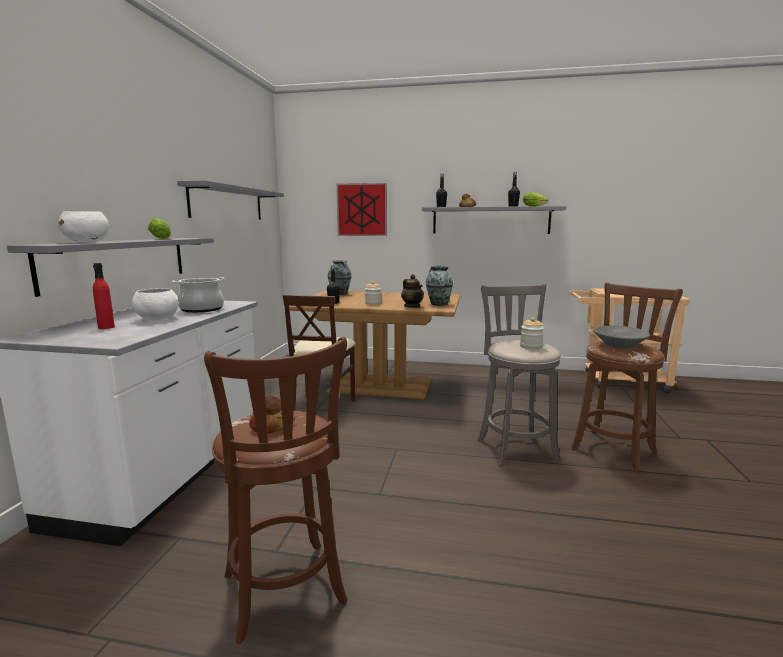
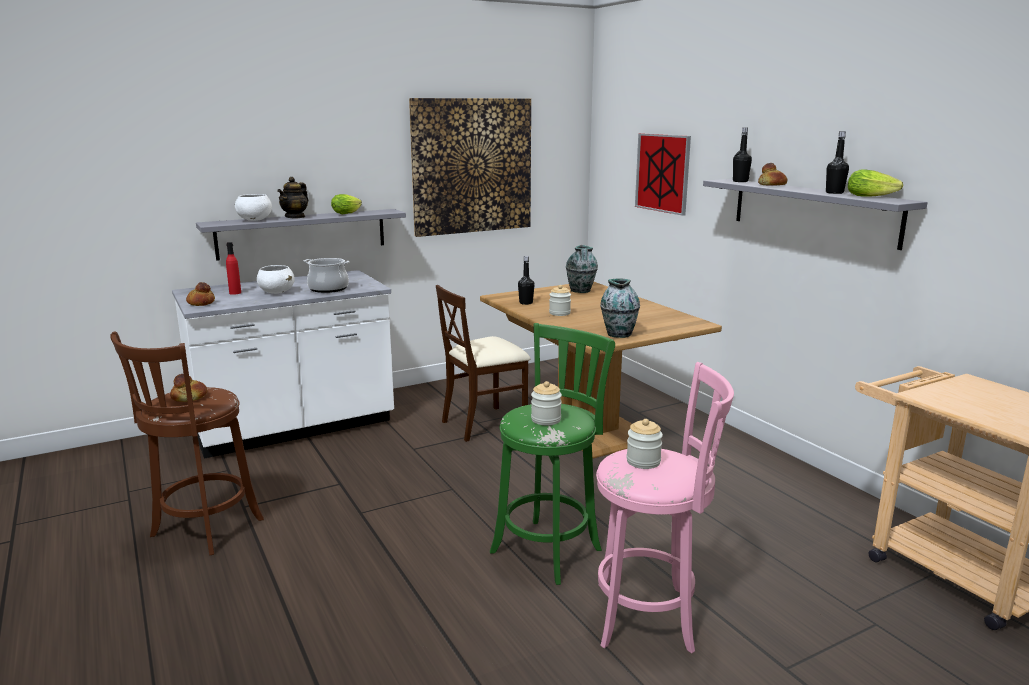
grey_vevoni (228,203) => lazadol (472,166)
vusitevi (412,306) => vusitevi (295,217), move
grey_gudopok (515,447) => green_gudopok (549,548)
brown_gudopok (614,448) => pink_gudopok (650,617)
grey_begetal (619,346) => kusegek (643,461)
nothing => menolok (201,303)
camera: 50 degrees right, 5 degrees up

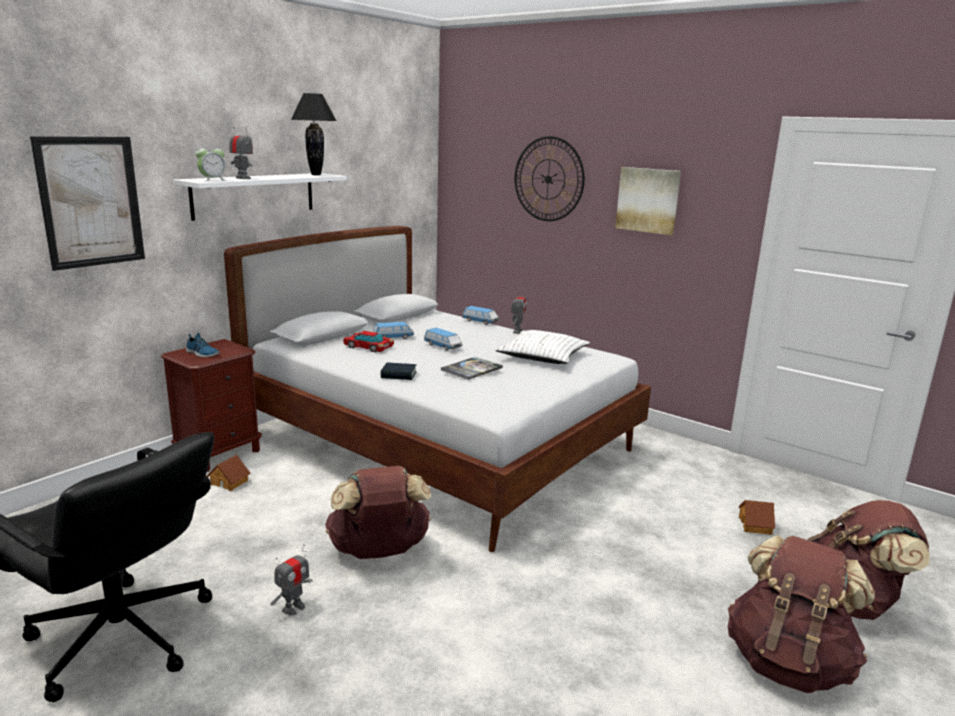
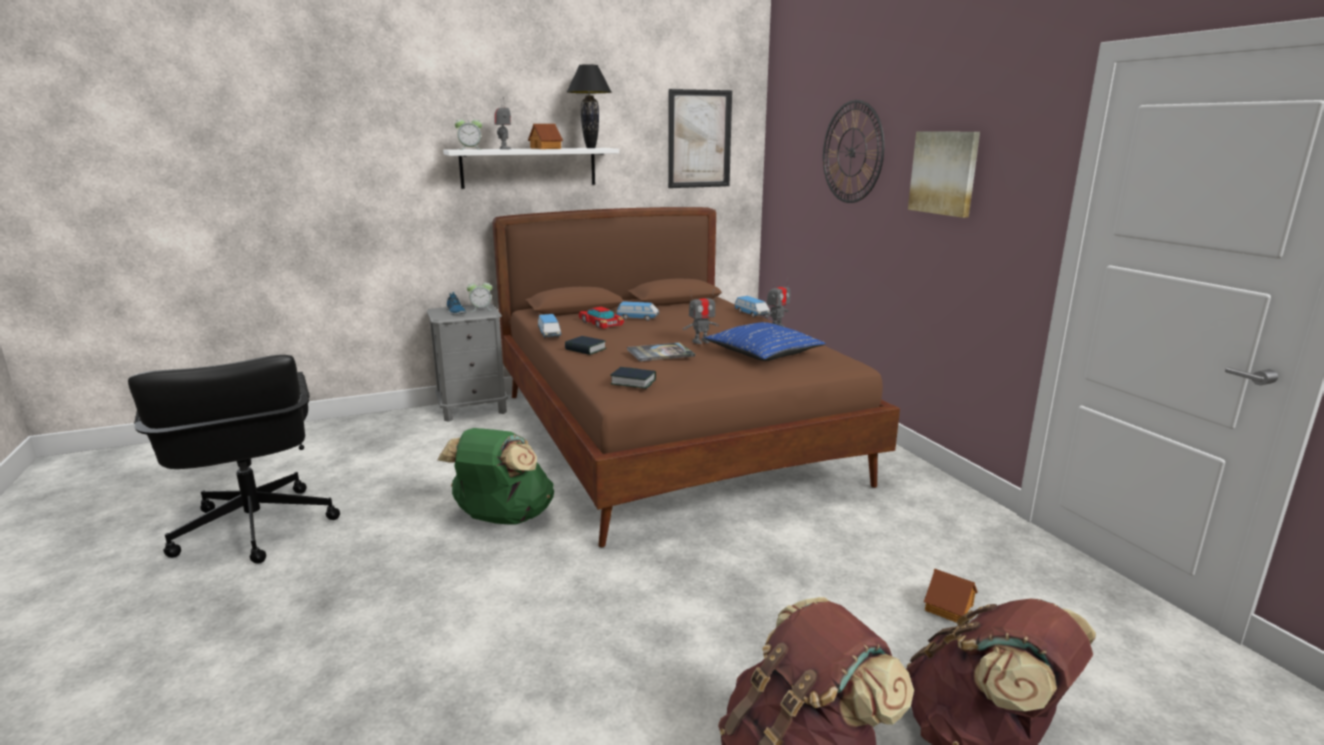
lazadol (91,202) => lazadol (699,139), move
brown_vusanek (220,453) => grey_vusanek (473,409)
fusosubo (230,482) => fusosubo (546,148), move
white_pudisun (439,443) => brown_pudisun (669,437)
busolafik (293,608) => busolafik (701,341), move
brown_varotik (379,552) => green_varotik (502,519)
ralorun (443,346) => ralorun (549,334), move
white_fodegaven (542,356) => blue_fodegaven (763,353)
nothing => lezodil (481,309)
nothing => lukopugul (633,382)
camera: 30 degrees right, 0 degrees up

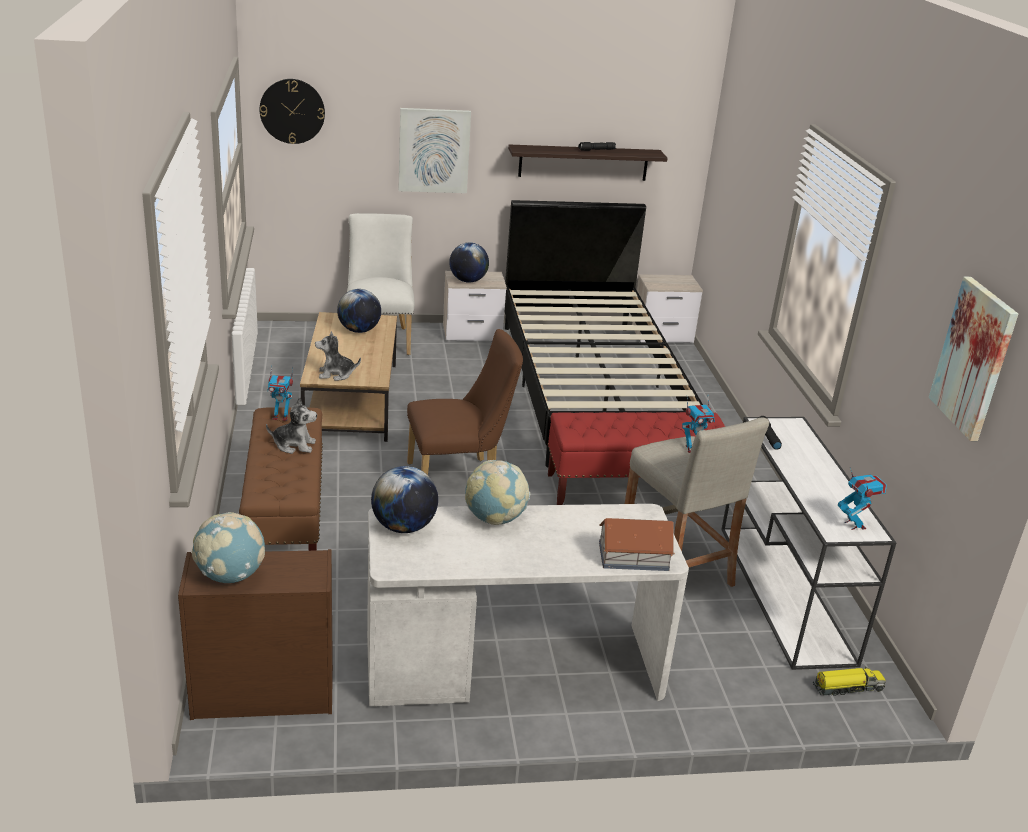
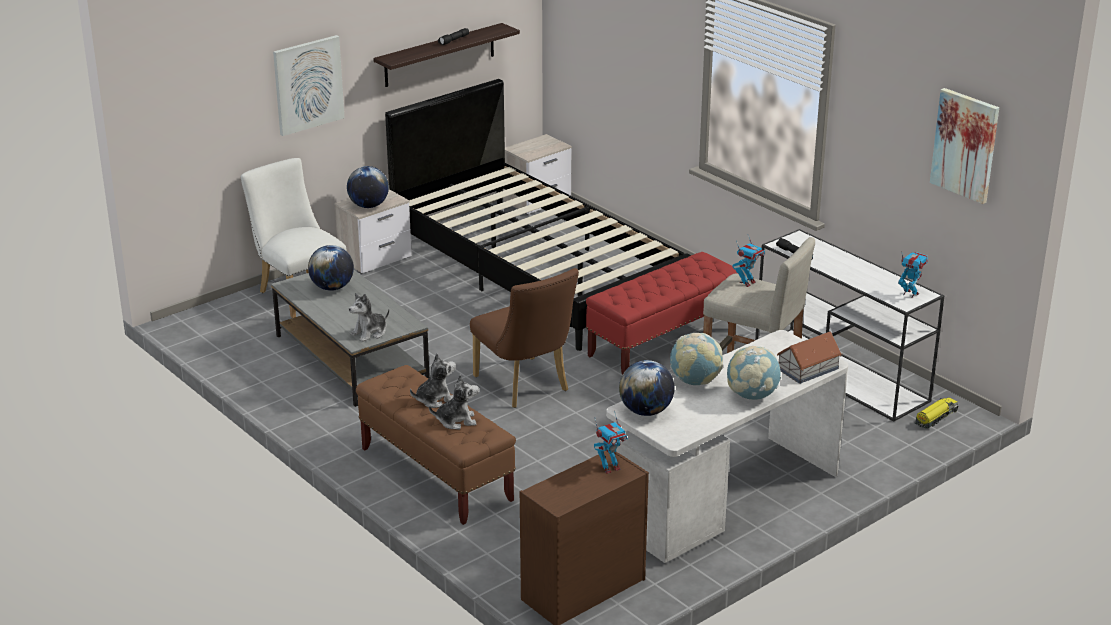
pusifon (231,576) => pusifon (752,395), move
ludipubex (292,111) => nothing
busolafik (281,417) => busolafik (610,468), move
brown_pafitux (352,399) => grey_pafitux (351,357)
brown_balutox (460,478) => brown_balutox (525,386), 105 degrees clockwise
nothing => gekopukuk (456,421)
camera: 30 degrees left, 0 degrees up

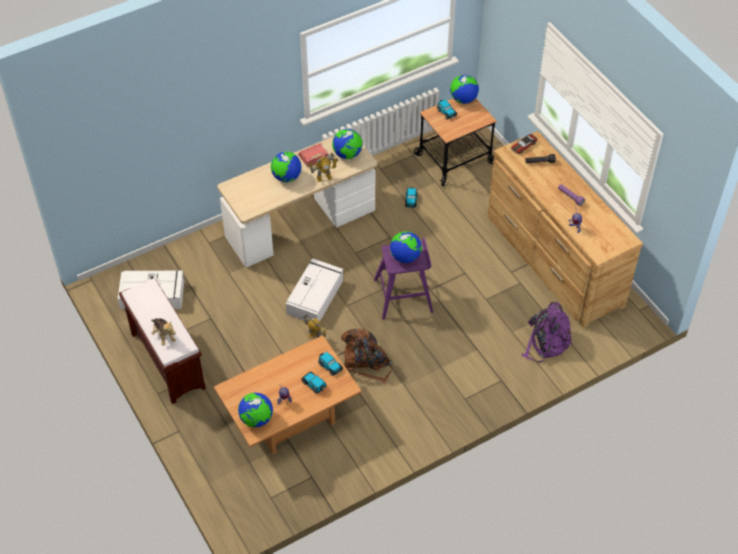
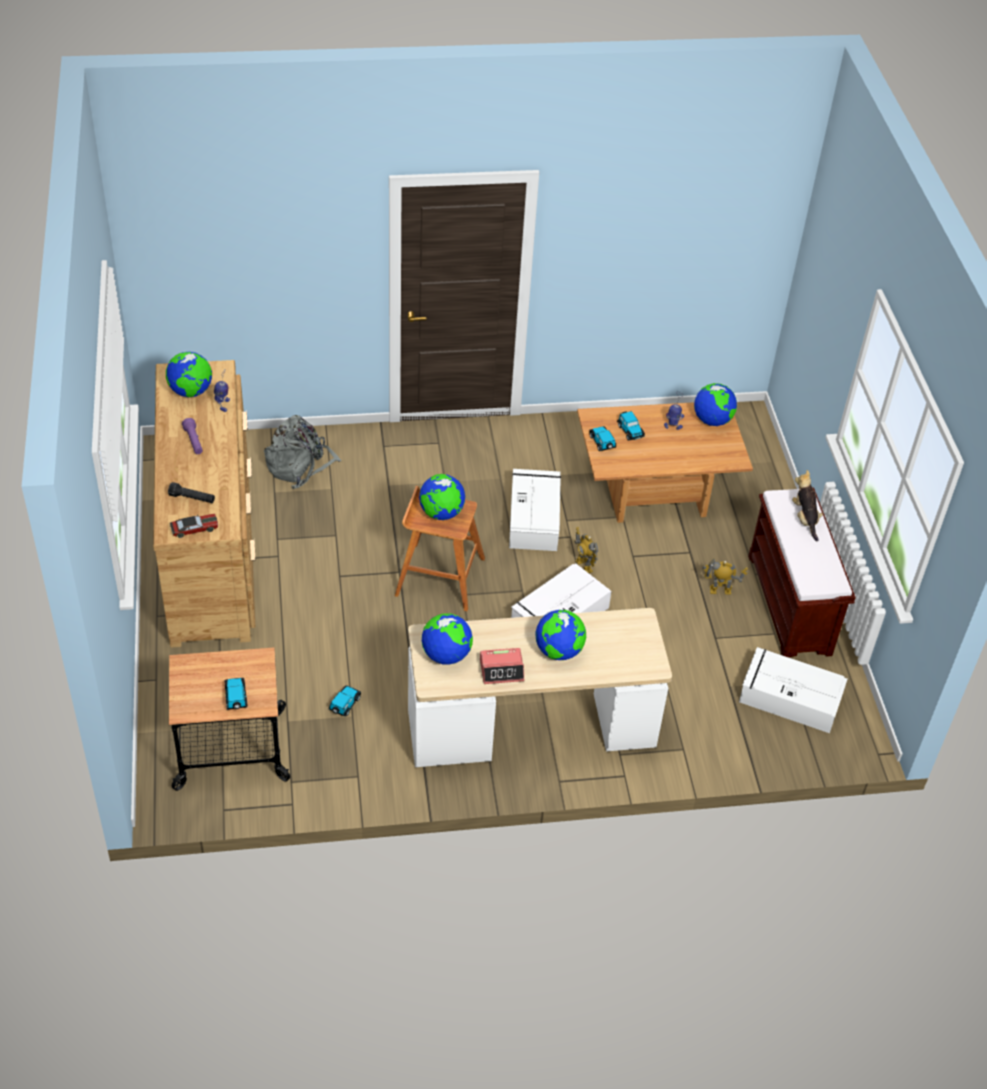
busolafik (324,178) => busolafik (720,590), move
brown_varotik (365,362) => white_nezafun (534,517)
purple_gudopok (404,295) => brown_gudopok (439,576)
pusifon (463,99) => pusifon (191,391), move
purple_varotik (546,342) => grey_varotik (300,465)
camera: 160 degrees left, 5 degrees down

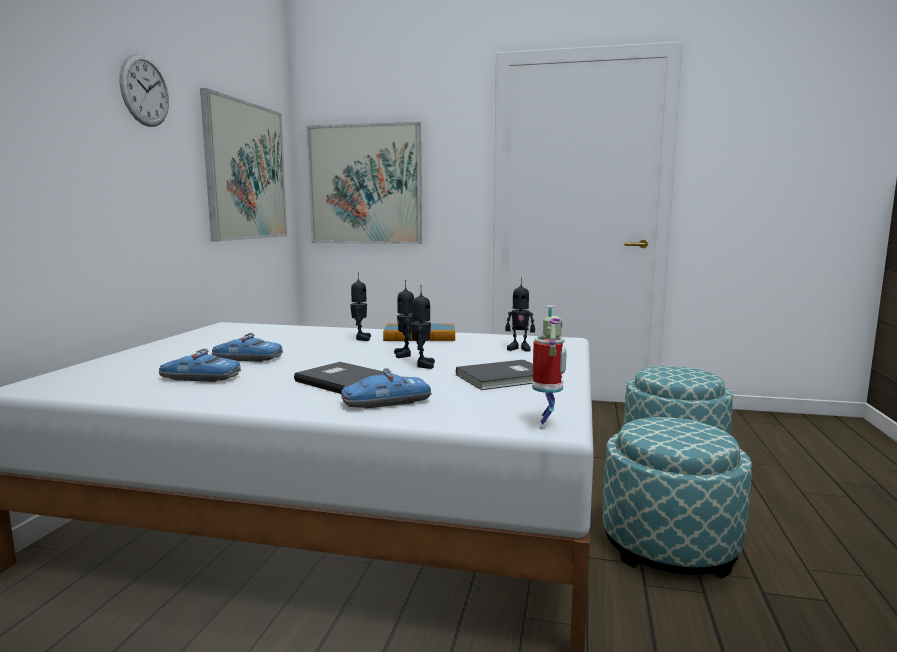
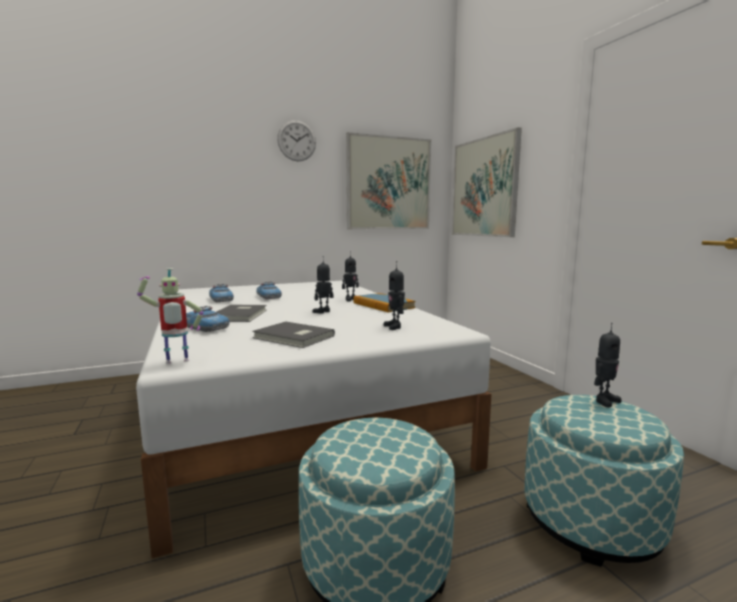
busolafik (422,365) => busolafik (604,401), move
camera: 55 degrees right, 0 degrees up

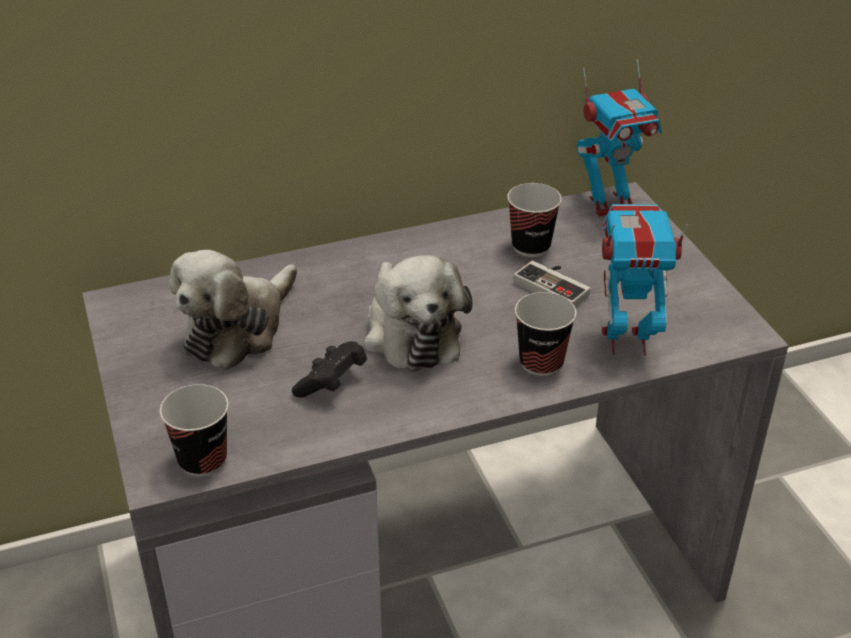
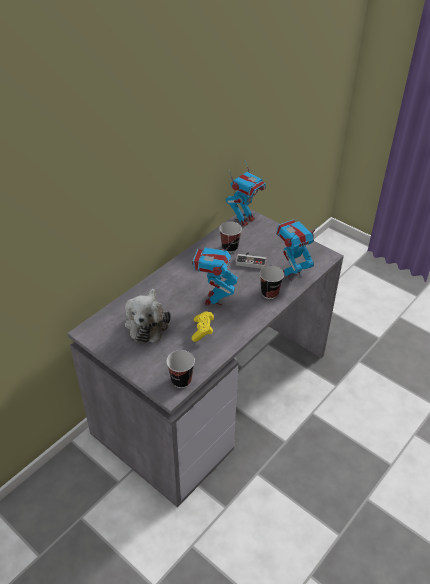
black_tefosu (332,383) => yellow_tefosu (202,331)
gekopukuk (411,332) => busolafik (214,299)
camera: 30 degrees left, 5 degrees up

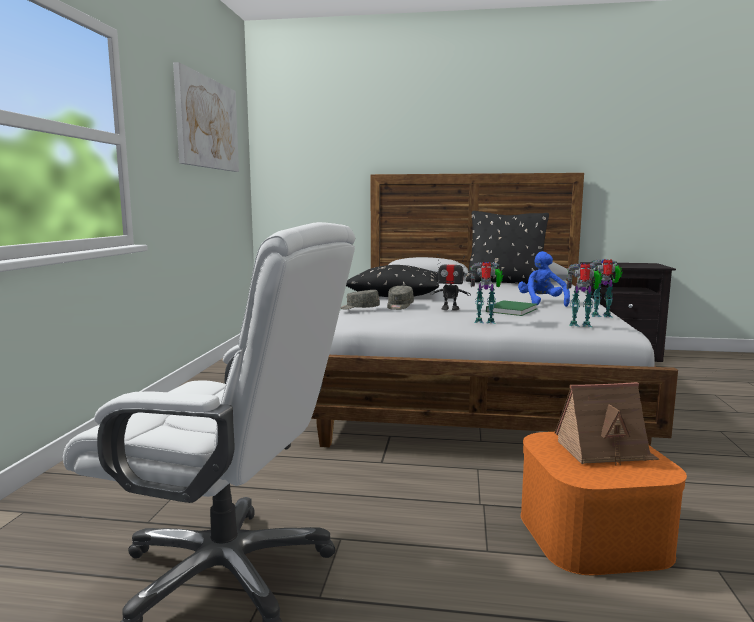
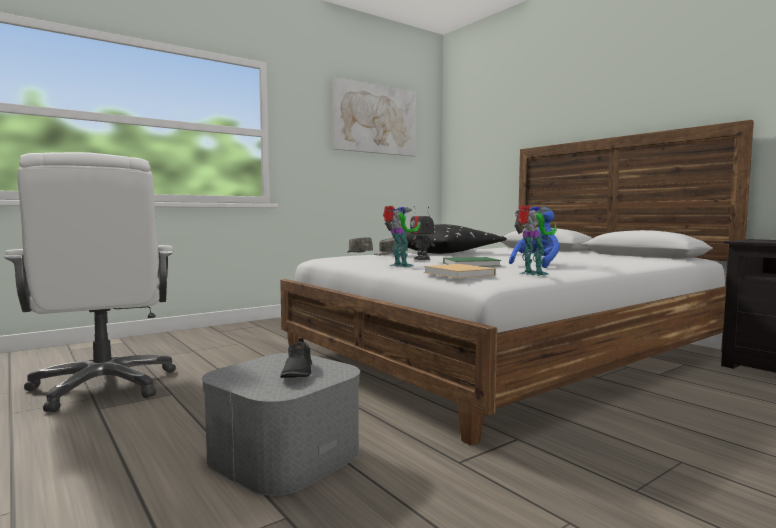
black_fodegaven (505,282) => nothing
orange_nezafun (592,533) => grey_nezafun (284,454)
fusosubo (604,450) => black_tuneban (297,372)
busolafik (581,325) => beige_lukopugul (460,274)
camera: 45 degrees right, 5 degrees down

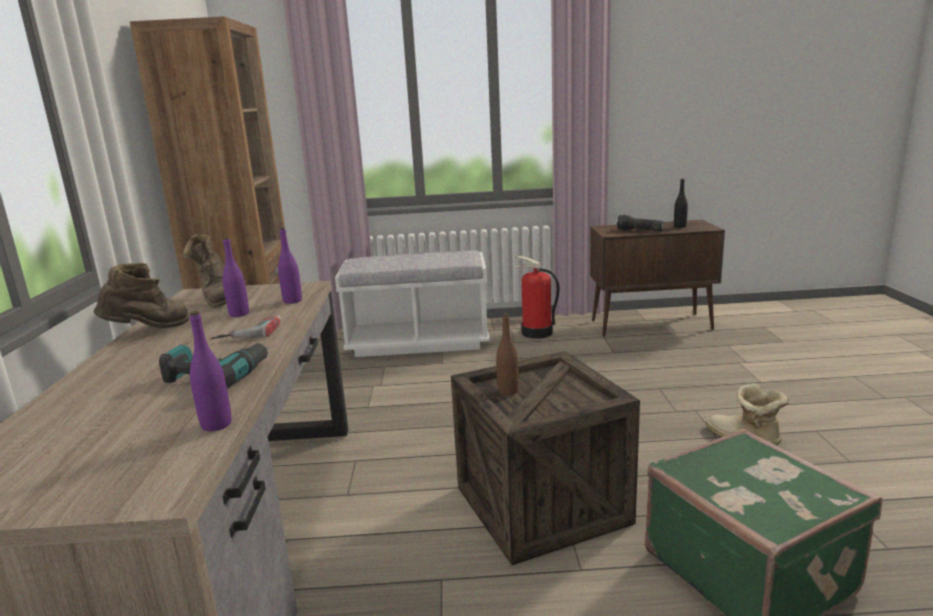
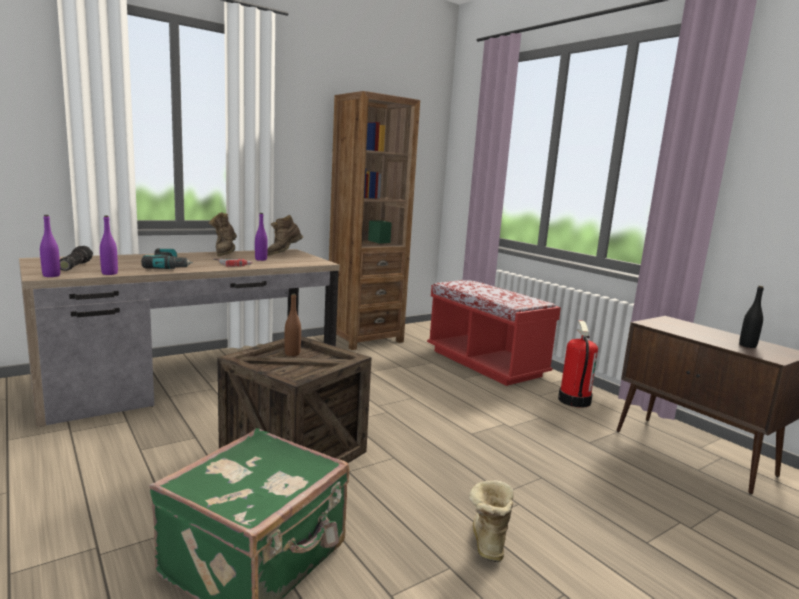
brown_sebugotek (149,331) => brown_sebugotek (225,253), 75 degrees clockwise
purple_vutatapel (292,301) => purple_vutatapel (51,275), move
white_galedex (418,342) => red_galedex (485,363)
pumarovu (639,230) => pumarovu (74,266), move
camera: 55 degrees right, 5 degrees down

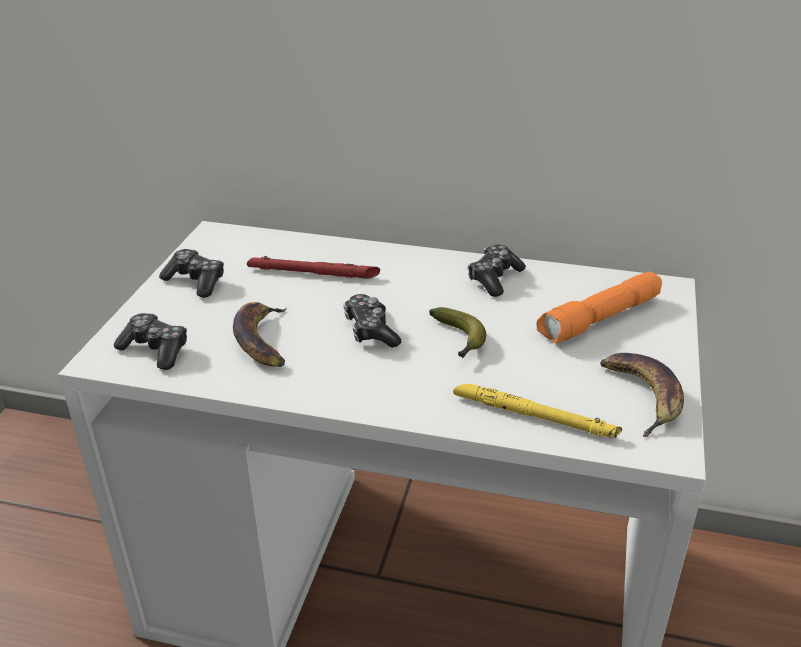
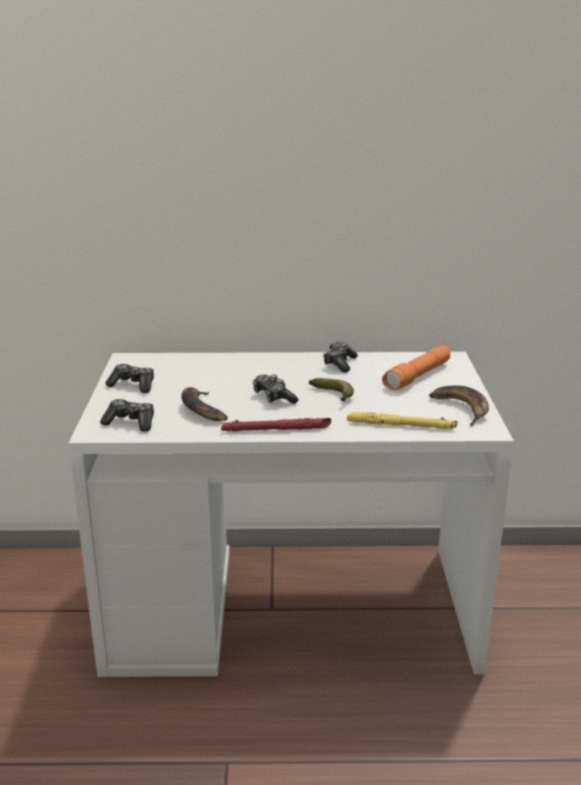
red_pumarovu (313,273) => red_pumarovu (276,429), move
camera: 15 degrees left, 10 degrees down

